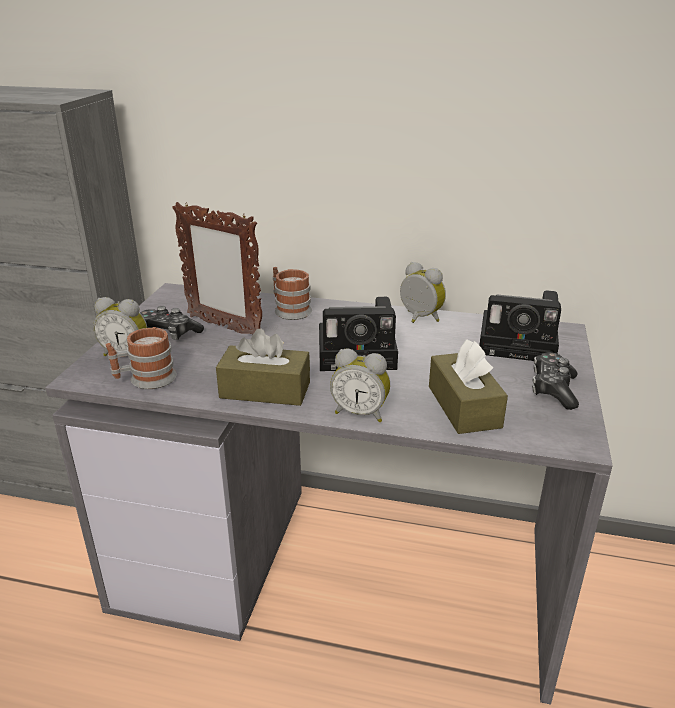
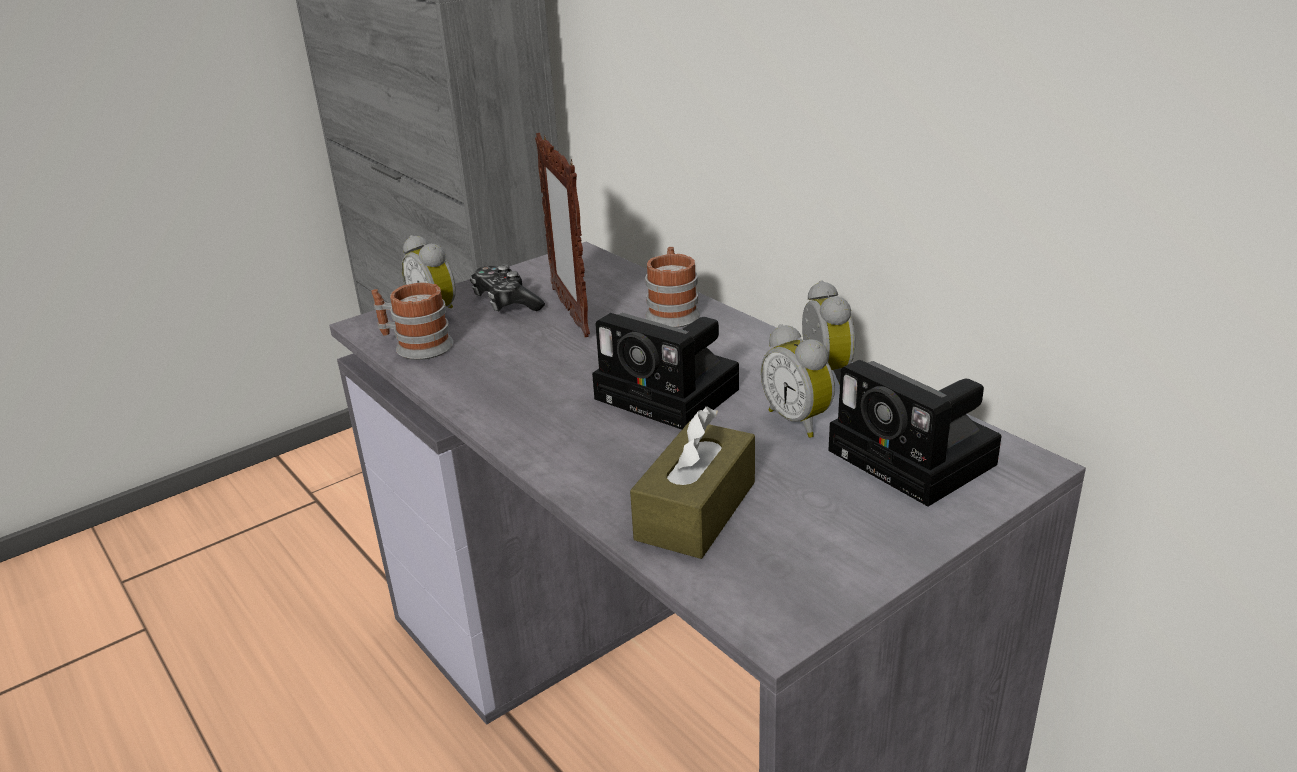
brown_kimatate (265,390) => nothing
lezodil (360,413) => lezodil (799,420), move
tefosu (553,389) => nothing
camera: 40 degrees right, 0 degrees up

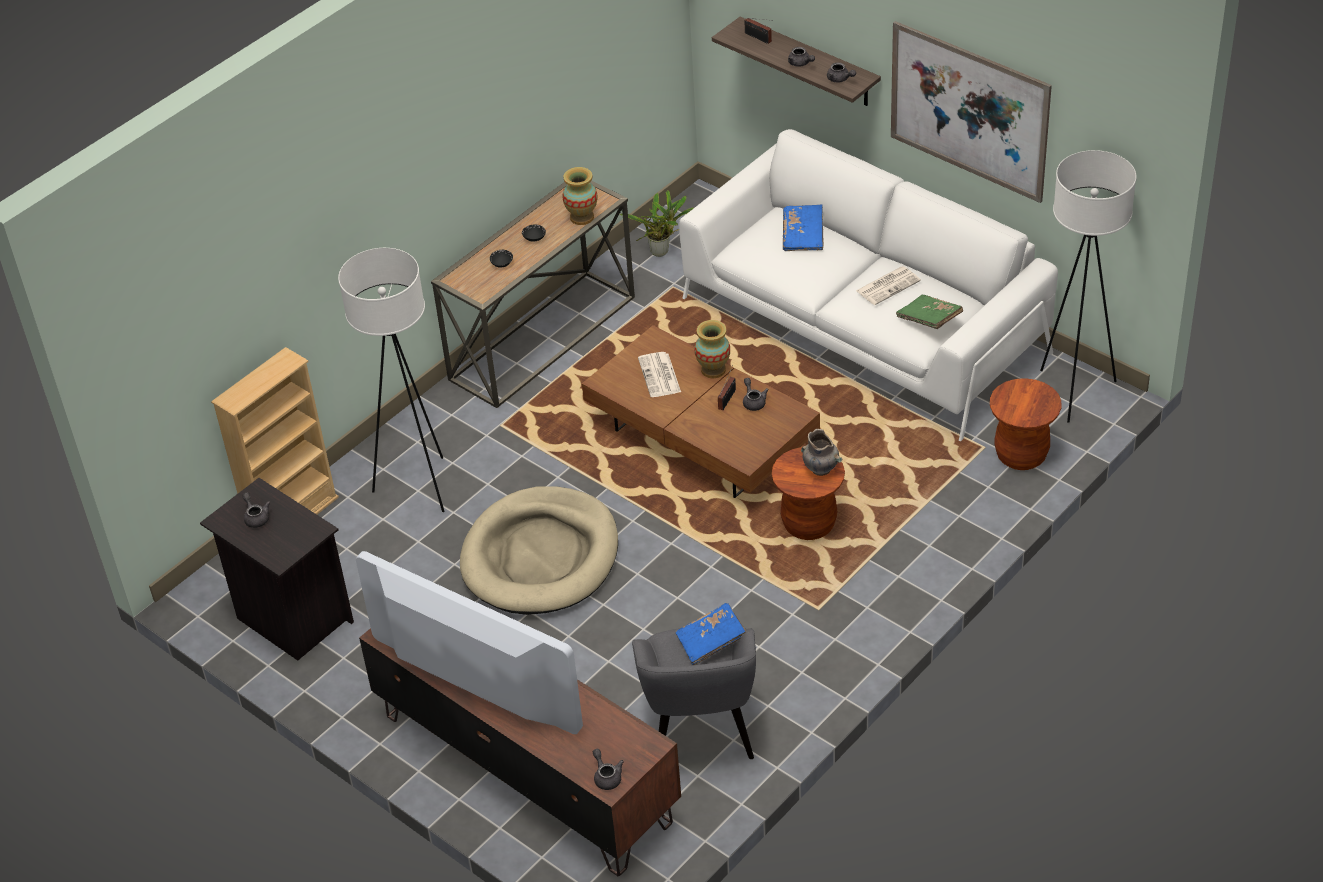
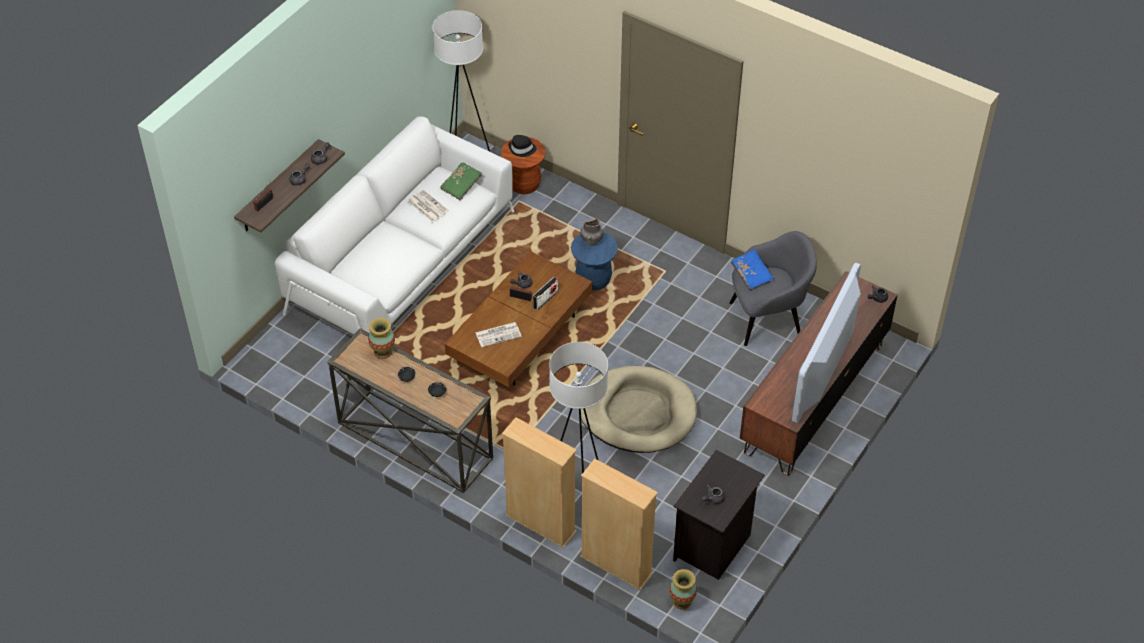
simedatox (662,252) => nothing
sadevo (713,370) => sadevo (682,601), move
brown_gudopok (809,524) => blue_gudopok (593,280)
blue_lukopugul (803,235) => nothing
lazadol (968,111) => nothing
nothing => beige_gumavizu (540,524)
nothing => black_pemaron (522,149)
nothing => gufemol (545,299)
camera: 100 degrees left, 5 degrees up

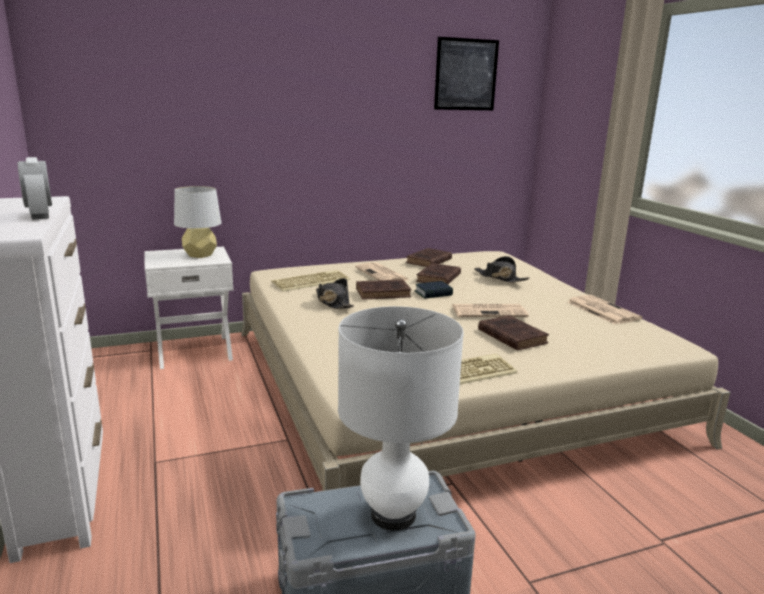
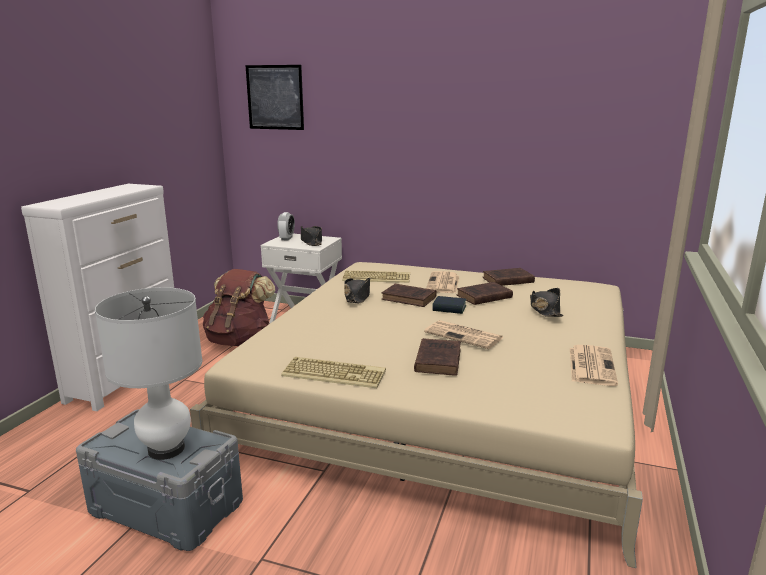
lezodil (40,216) => lezodil (286,238), move
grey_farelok (200,255) => black_pemaron (311,241)
lazadol (466,74) => lazadol (275,97), move
nothing => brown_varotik (240,341)
camera: 40 degrees right, 0 degrees up

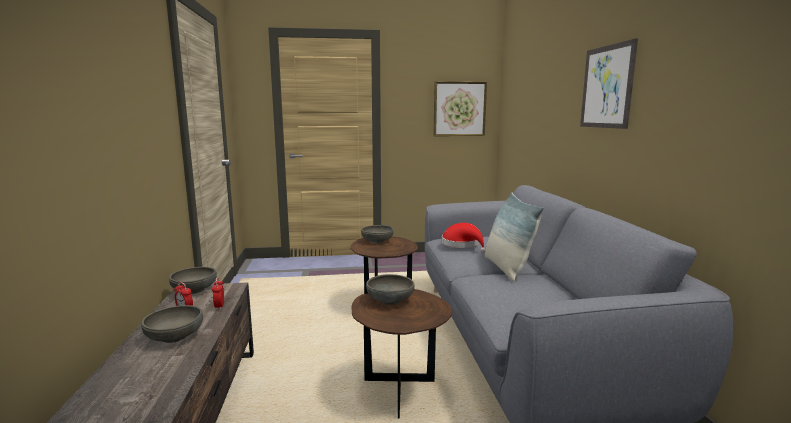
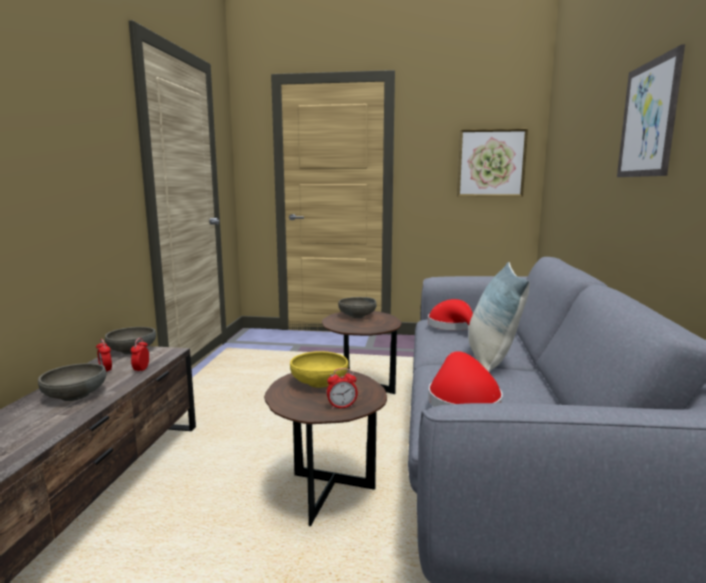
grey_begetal (390,300) => yellow_begetal (319,383)
nothing => lezodil (342,406)
nothing => red_pemaron (462,400)
camera: 15 degrees right, 0 degrees up

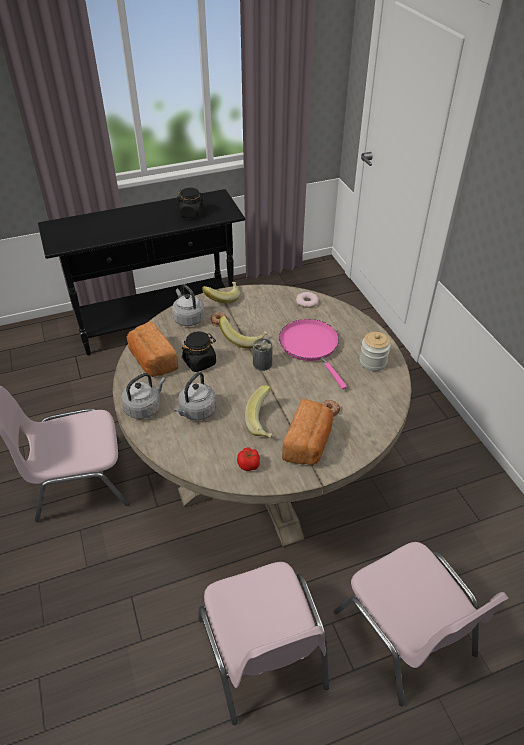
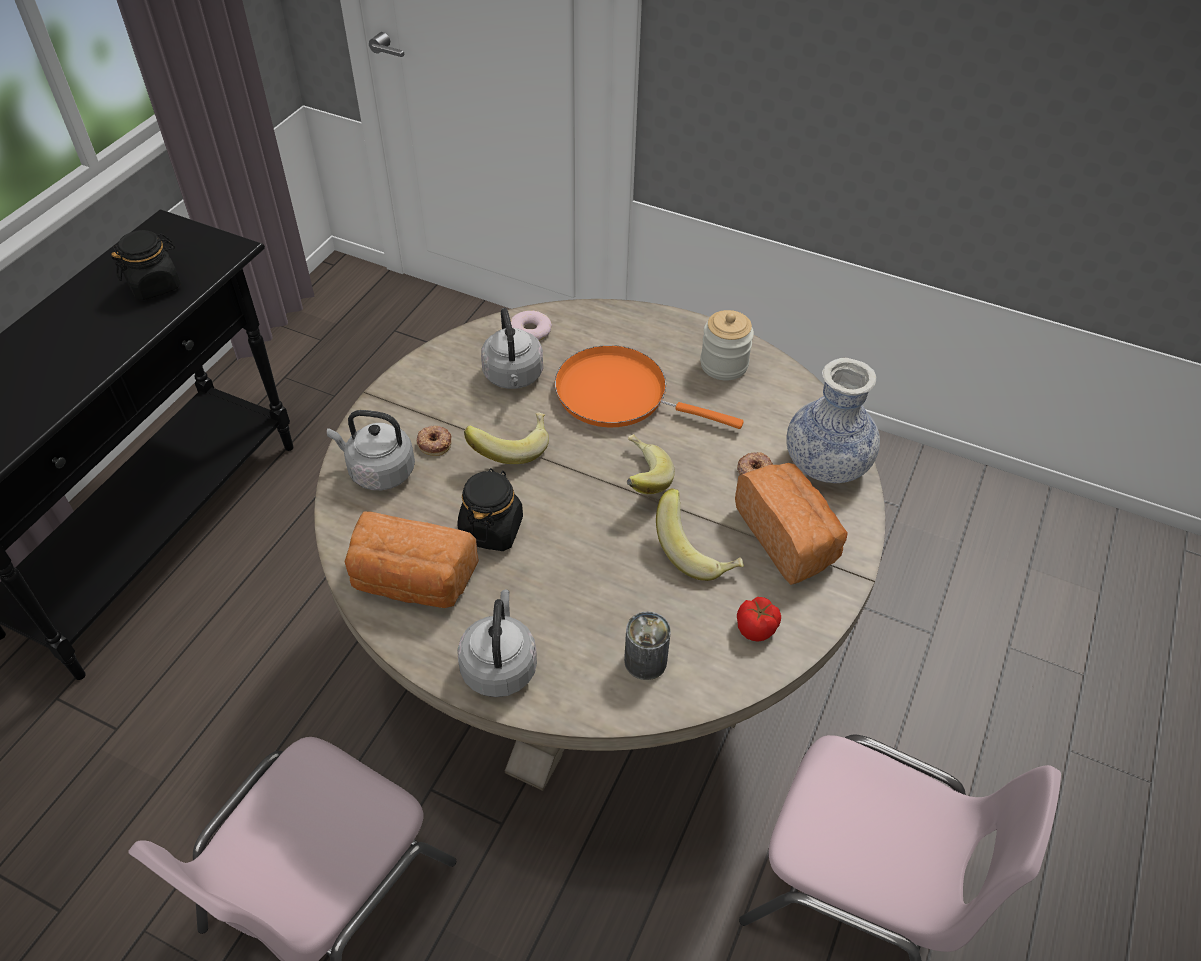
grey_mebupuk (196,411) => grey_mebupuk (513,377), move
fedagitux (222,298) => fedagitux (639,479), move
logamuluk (262,364) => logamuluk (645,661), move
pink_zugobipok (311,346) => orange_zugobipok (619,395)
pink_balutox (406,635) => nothing
nothing => sadevo (826,464)
camera: 45 degrees left, 5 degrees up

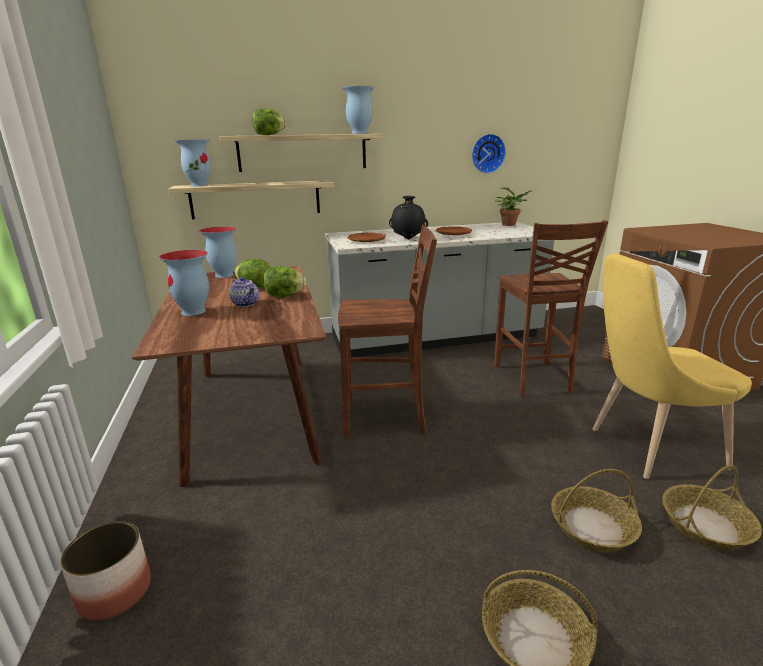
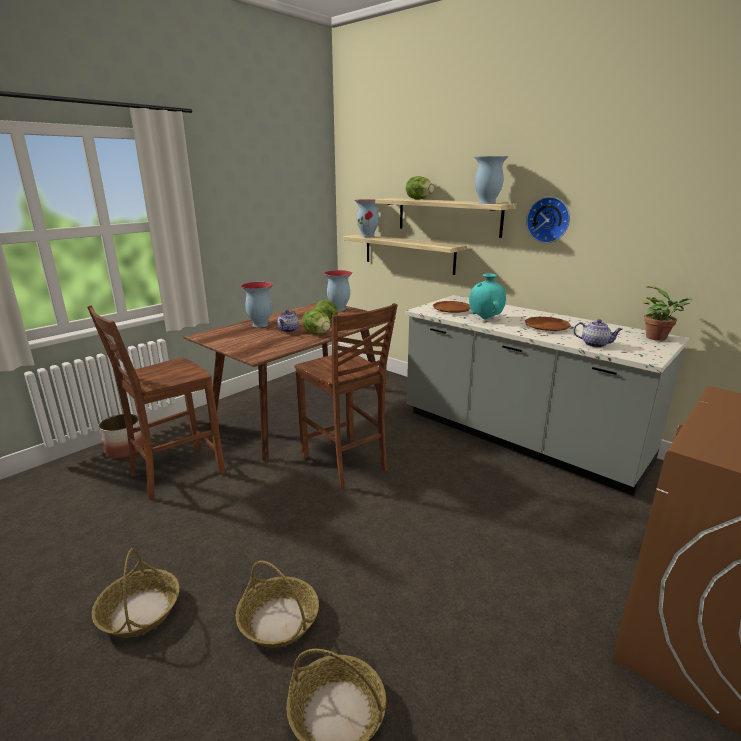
black_sadevo (408,239) => turquoise_sadevo (485,319)
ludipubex (487,153) => ludipubex (549,220), move
brown_balutox (532,379) => brown_balutox (174,473), move
yellow_balutox (647,448) => nothing
nothing => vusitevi (595,344)
camera: 55 degrees right, 0 degrees up

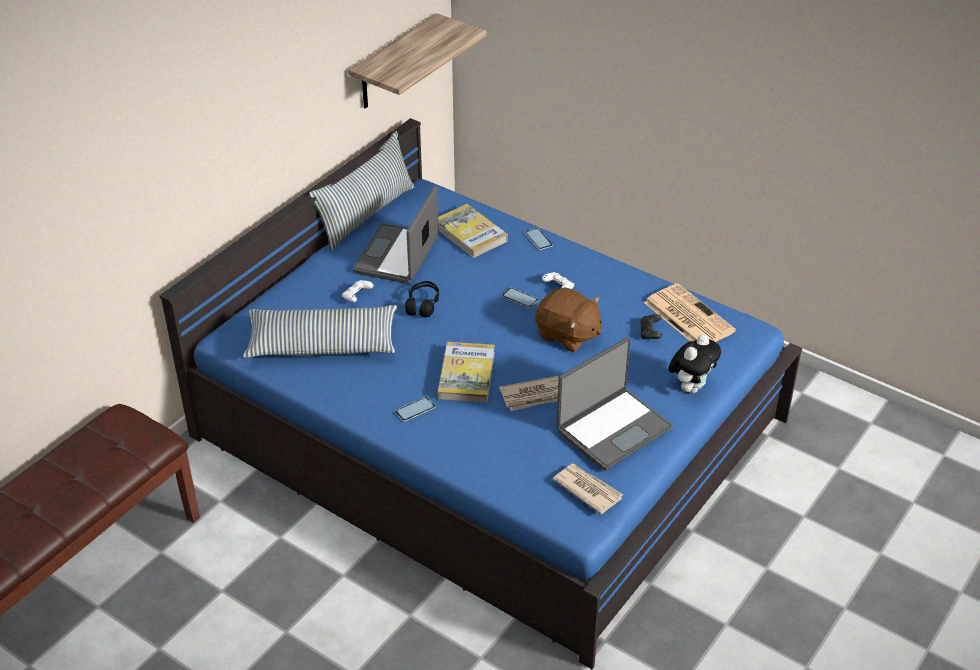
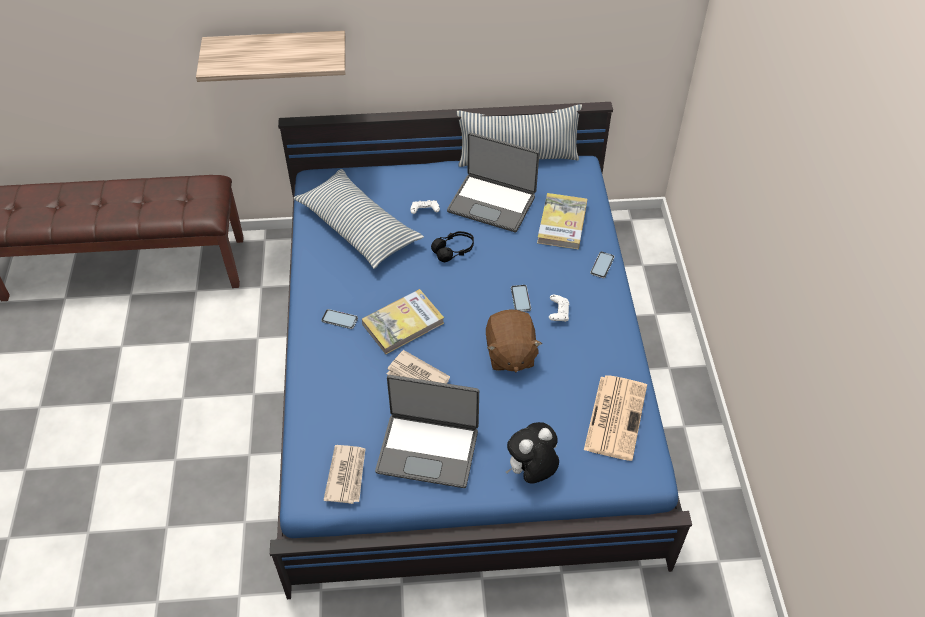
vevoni (394,63) => vevoni (277,55), move
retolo (398,256) => retolo (492,203), 135 degrees counterclockwise
black_tefosu (650,333) => nothing
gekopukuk (691,387) => gekopukuk (531,471), 150 degrees clockwise
camera: 50 degrees right, 10 degrees up

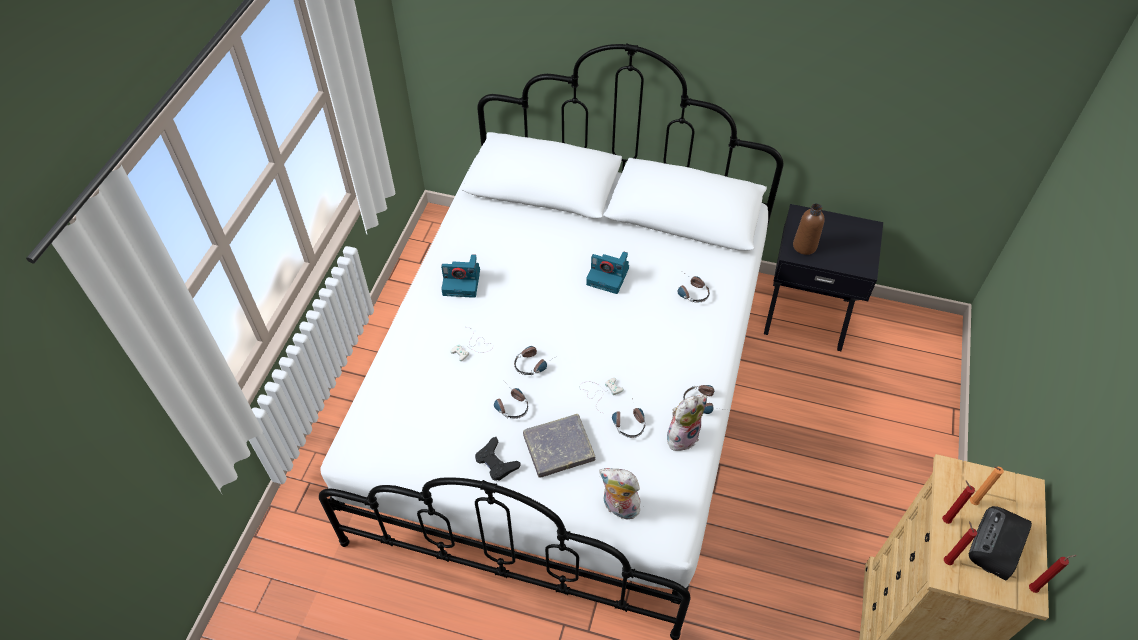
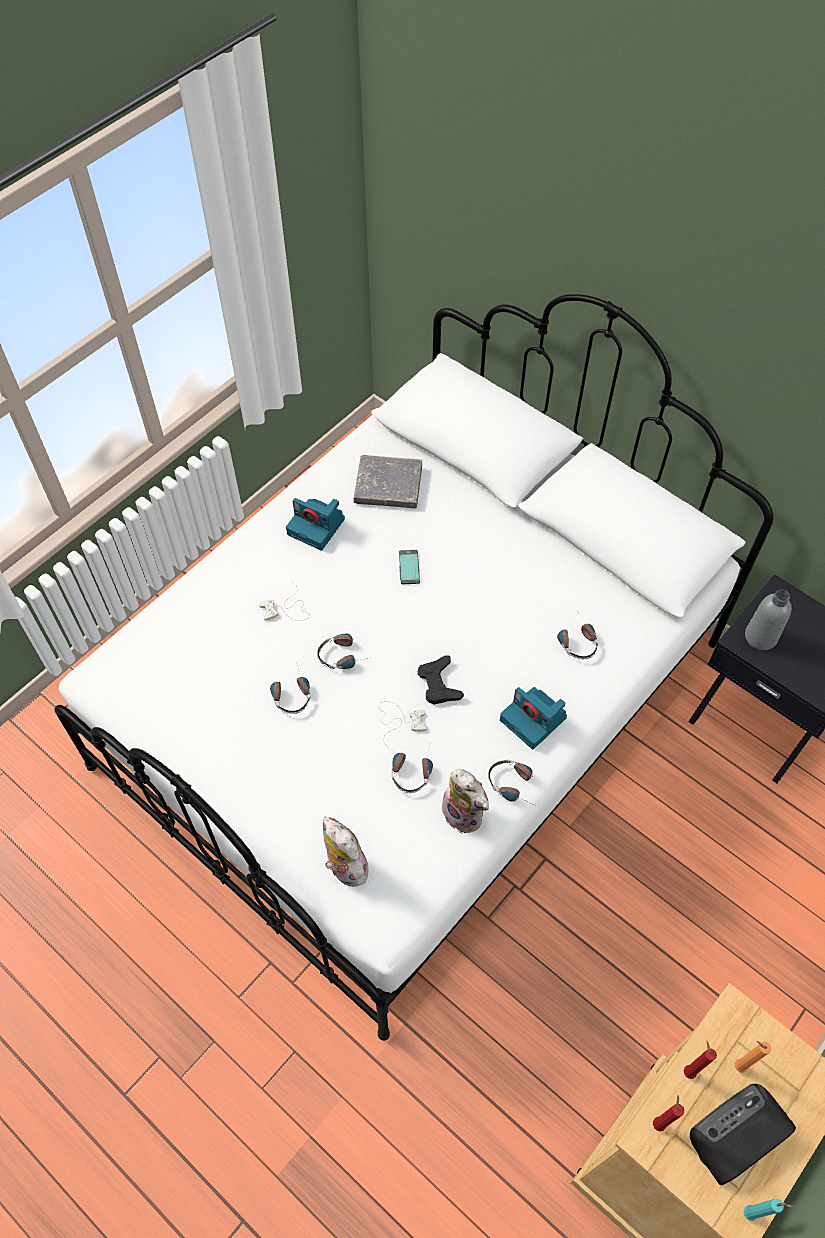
black_tefosu (496,462) => black_tefosu (439,684), move
grey_lukopugul (558,448) => grey_lukopugul (388,485), move
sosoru (609,276) => sosoru (534,719), move
gekopukuk (682,435) => gekopukuk (465,813), 60 degrees clockwise
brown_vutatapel (804,246) => grey_vutatapel (760,637)
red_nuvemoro (1034,589) => turquoise_nuvemoro (751,1214)
nothing => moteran (409,567)
camera: 25 degrees right, 5 degrees up

